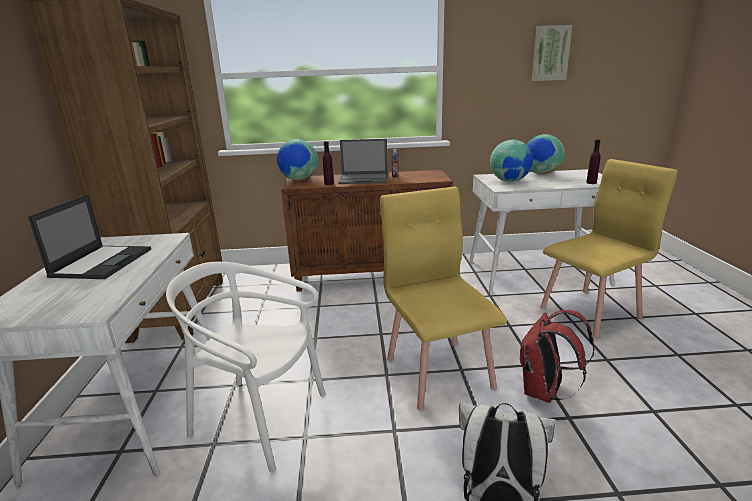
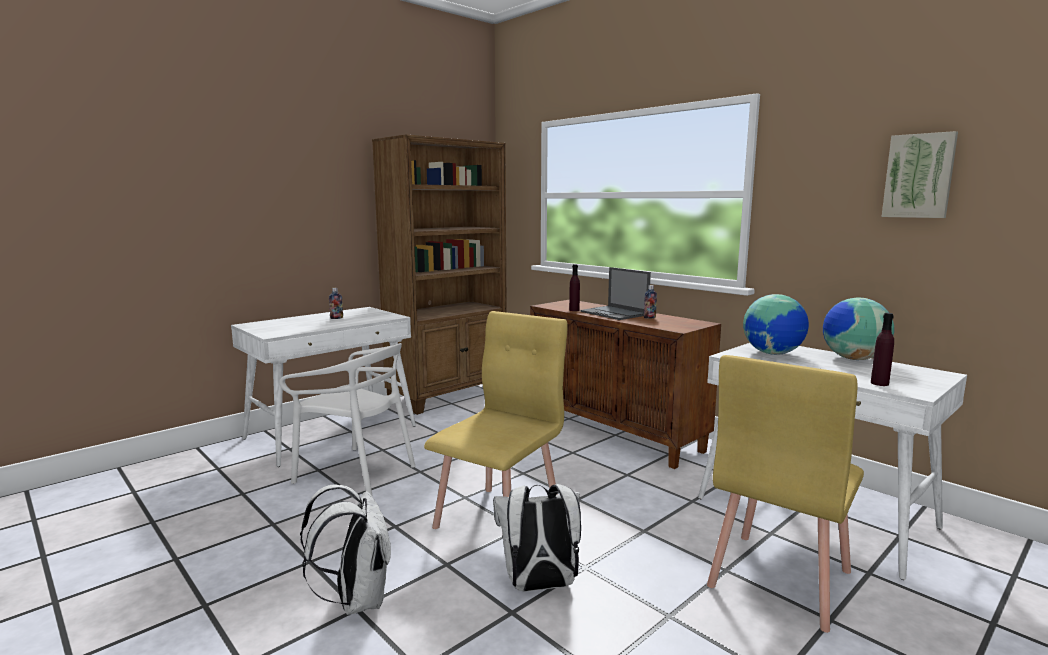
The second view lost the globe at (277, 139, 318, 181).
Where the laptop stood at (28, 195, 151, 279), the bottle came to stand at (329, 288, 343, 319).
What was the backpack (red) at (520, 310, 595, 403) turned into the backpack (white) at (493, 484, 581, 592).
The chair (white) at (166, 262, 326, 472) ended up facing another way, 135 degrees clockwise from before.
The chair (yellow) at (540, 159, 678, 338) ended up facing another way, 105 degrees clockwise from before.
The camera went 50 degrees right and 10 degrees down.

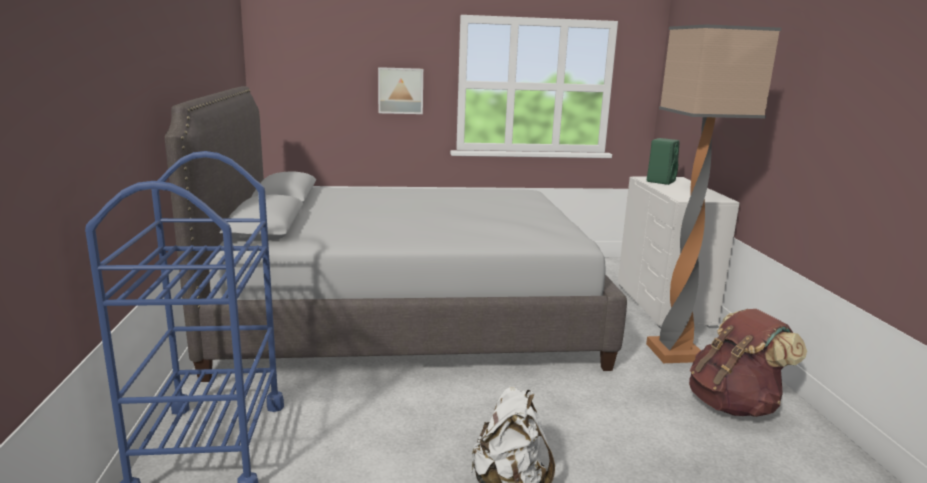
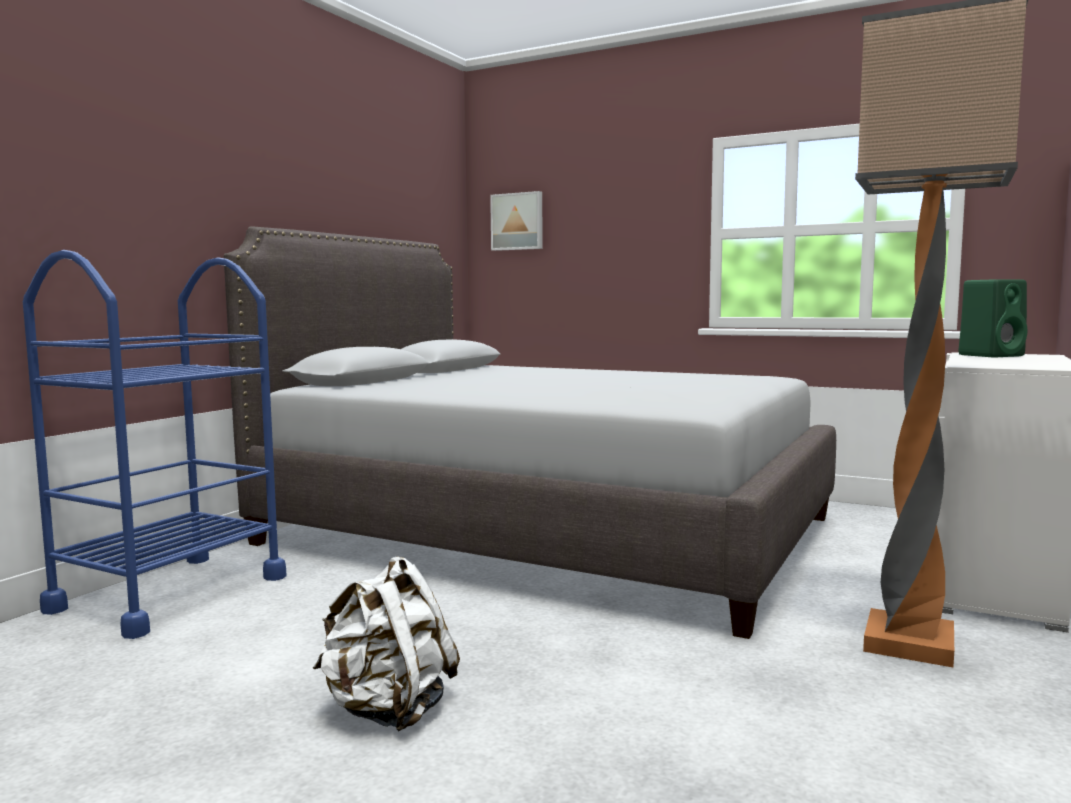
The second view lost the backpack (brown) at (689, 309, 807, 417).
The picture ended up elsewhere, having gone from (378, 67, 423, 114) to (490, 191, 543, 251).
The camera went 35 degrees right and 10 degrees down.

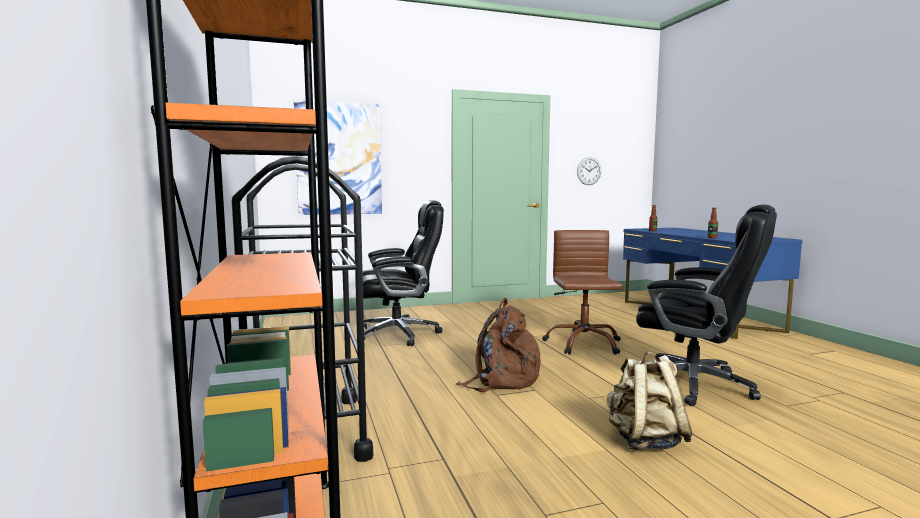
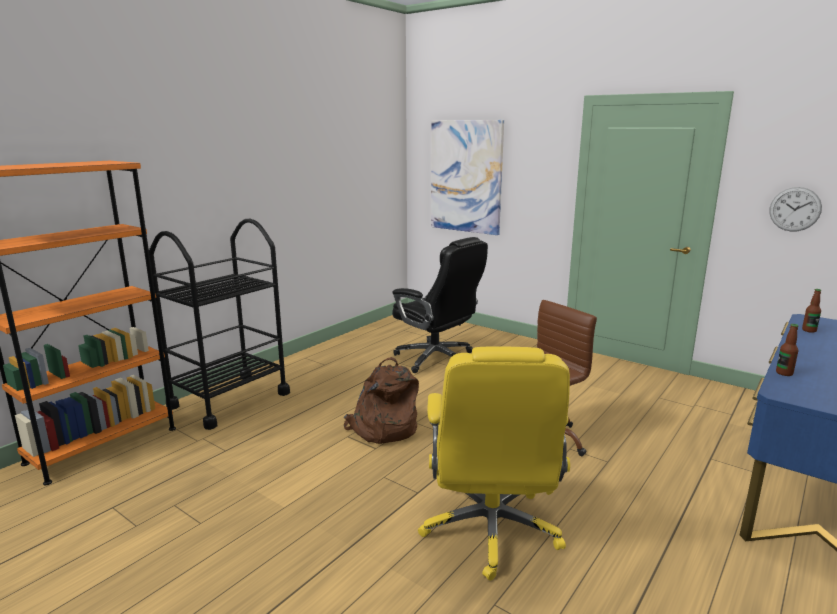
The second view lost the backpack (beige) at (607, 351, 692, 450).
What was the office chair (black) at (636, 205, 777, 406) turned into the office chair (yellow) at (418, 347, 570, 581).
The camera went 55 degrees right and 10 degrees up.

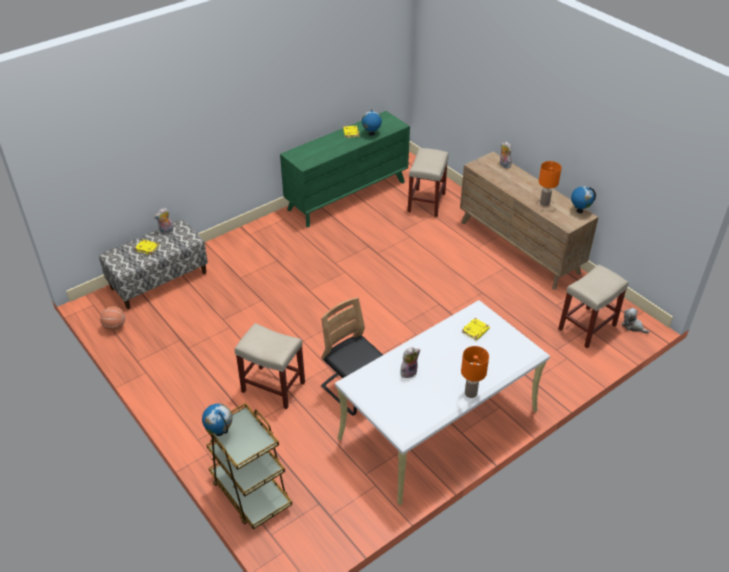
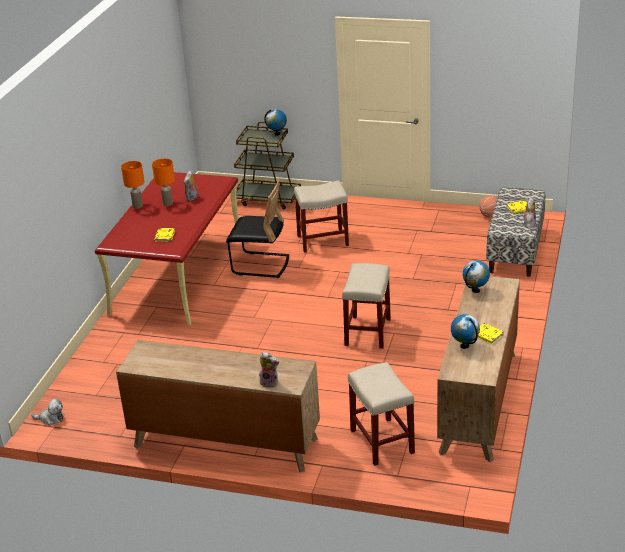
The table lamp (orange) ended up elsewhere, having gone from (538, 161, 562, 206) to (152, 158, 175, 206).
The stool (beige) ended up elsewhere, having gone from (558, 264, 628, 348) to (342, 263, 391, 349).
The globe ended up elsewhere, having gone from (571, 186, 596, 213) to (463, 260, 490, 293).
What was the dresser (green) at (280, 111, 410, 227) turned into the dresser (brown) at (437, 276, 520, 462).
What was the desk (white) at (335, 300, 550, 506) turned into the desk (red) at (95, 172, 239, 325).
The camera went 145 degrees right and 10 degrees down.

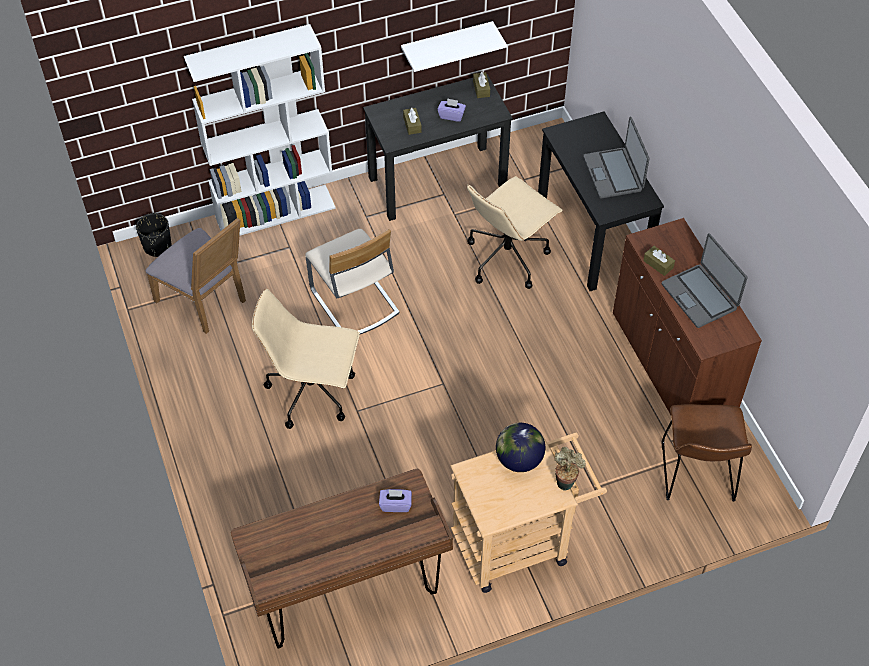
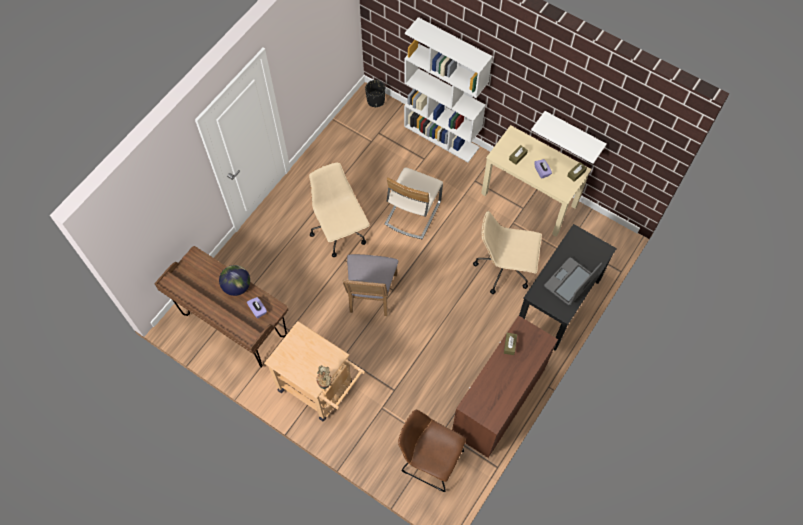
The second view lost the laptop at (662, 234, 747, 328).
The chair (grey) ended up elsewhere, having gone from (146, 218, 246, 334) to (343, 254, 398, 316).
The globe ended up elsewhere, having gone from (496, 423, 545, 472) to (219, 265, 250, 296).
What was the desk (black) at (363, 74, 513, 221) turned into the desk (beige) at (481, 125, 592, 237).
The chair (brown) at (662, 404, 752, 501) ended up facing another way, 60 degrees clockwise from before.
The camera went 55 degrees right and 10 degrees up.

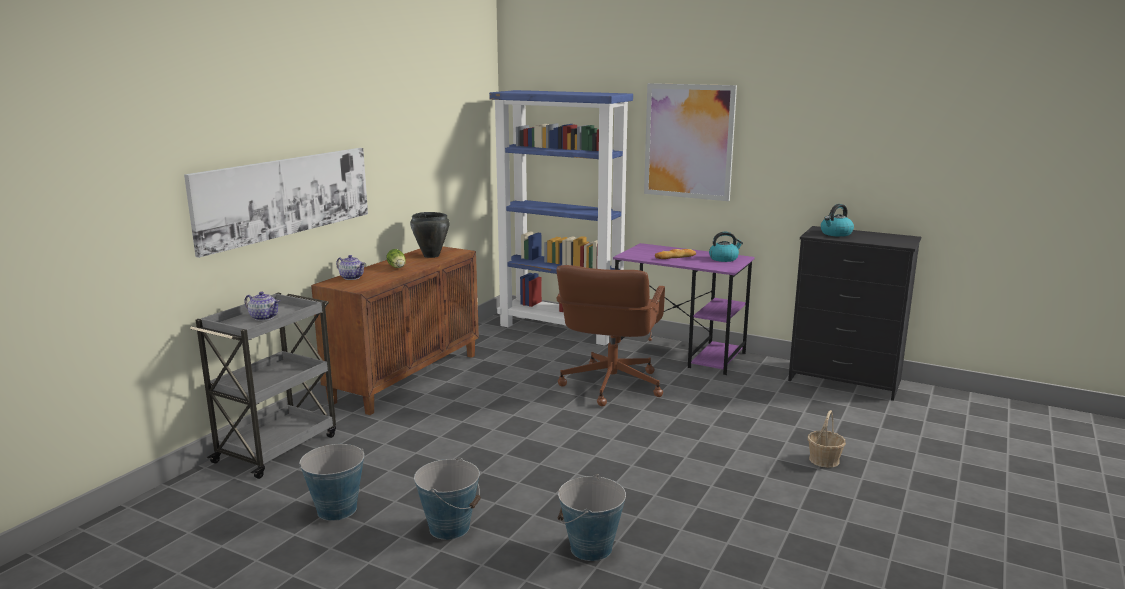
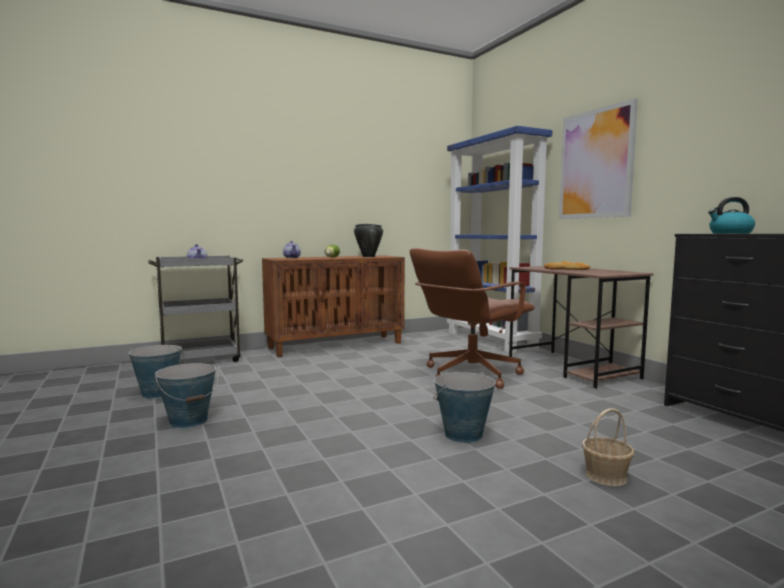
The second view lost the picture at (184, 148, 368, 258).
The second view lost the kettle at (709, 232, 743, 262).
The bucket ended up elsewhere, having gone from (558, 474, 626, 561) to (433, 372, 496, 443).
What was the desk (purple) at (613, 243, 755, 375) turned into the desk (brown) at (509, 266, 653, 389).
The camera went 35 degrees right and 10 degrees down.

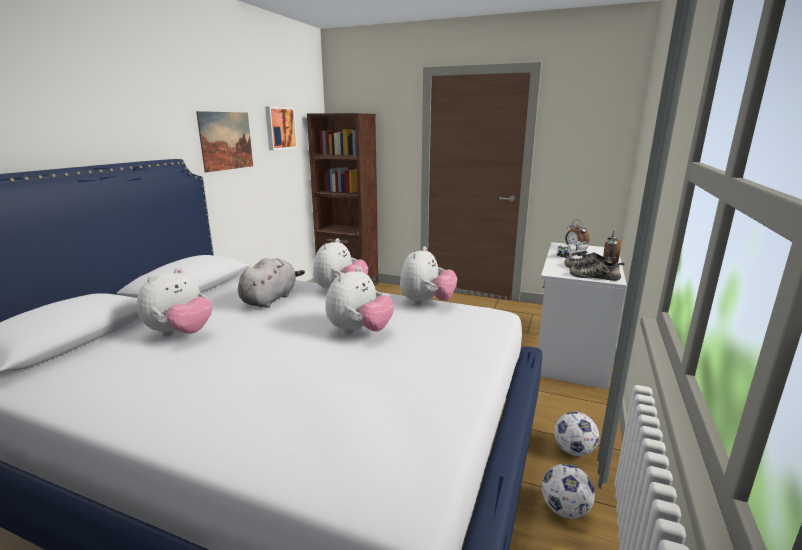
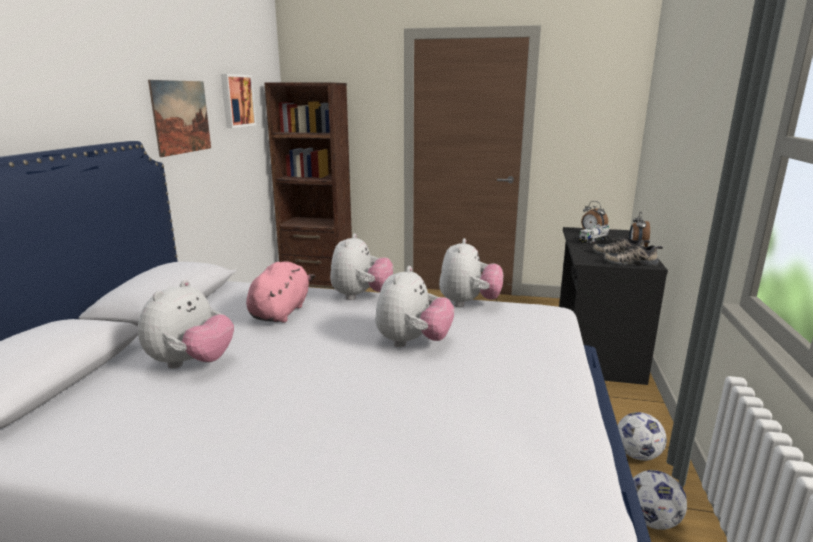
What was the plush toy (grey) at (238, 258, 305, 308) turned into the plush toy (pink) at (246, 261, 315, 323).
What was the desk (white) at (538, 242, 627, 389) turned into the desk (black) at (559, 227, 668, 385).
The camera went 10 degrees left and 0 degrees up.

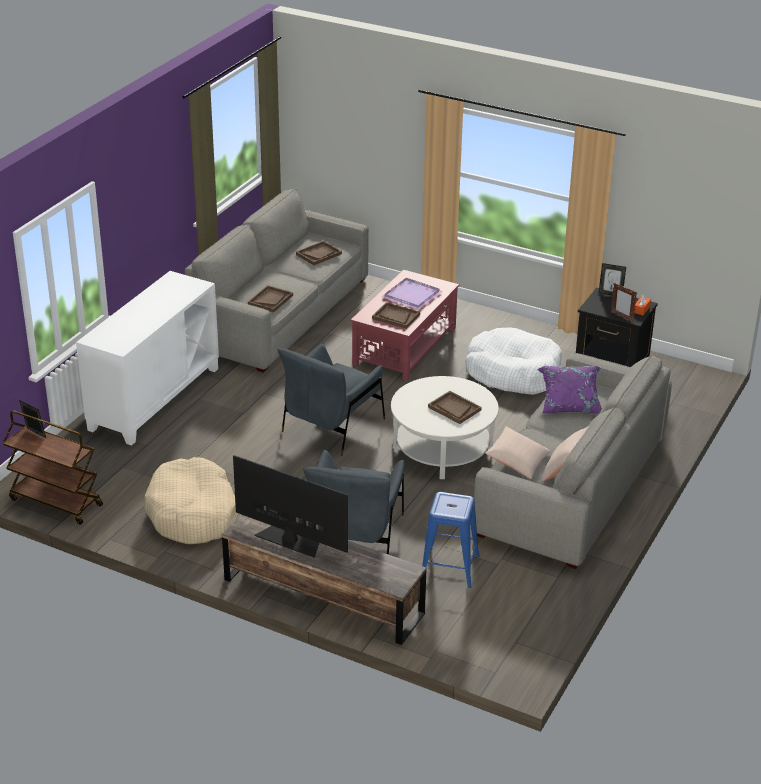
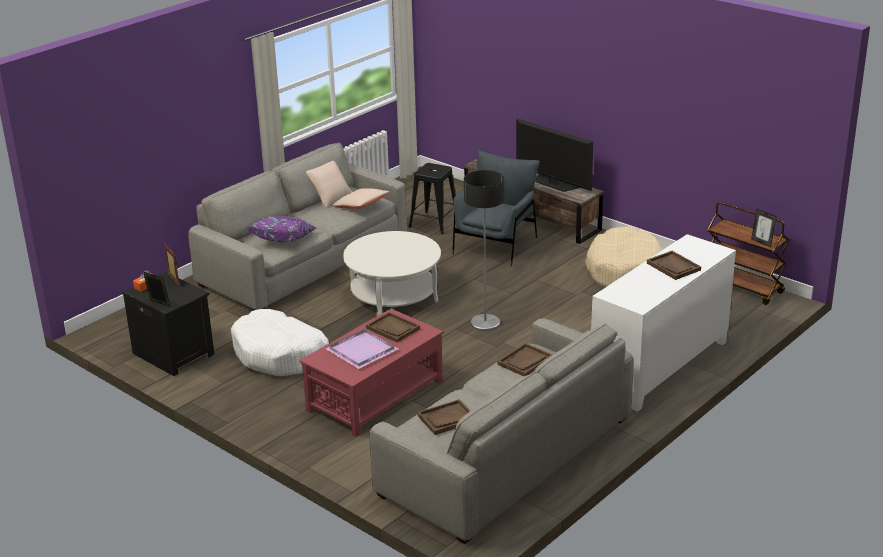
The tray (brown) ended up elsewhere, having gone from (428, 391, 482, 424) to (647, 251, 701, 280).
Where the armchair (grey) stood at (278, 343, 385, 456), the floor lamp came to stand at (464, 170, 504, 331).
What was the stool (blue) at (422, 492, 480, 588) turned into the stool (black) at (409, 163, 455, 235).
The camera went 165 degrees left and 5 degrees down.

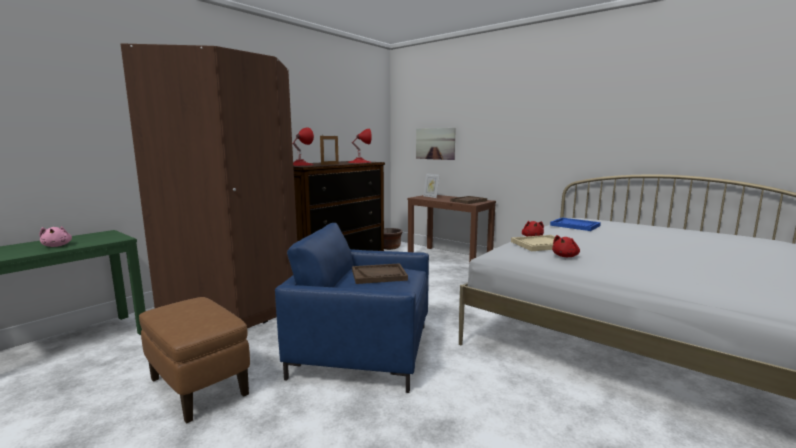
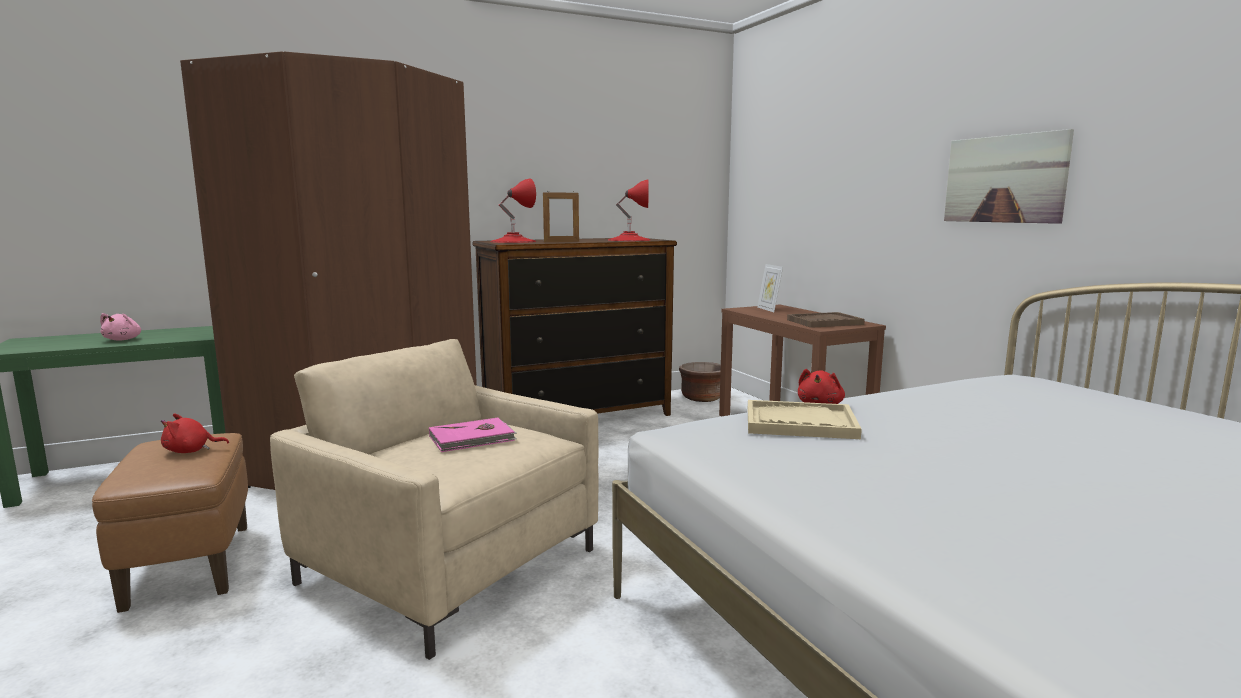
The second view lost the tray (blue) at (550, 218, 601, 231).
The picture ended up elsewhere, having gone from (416, 128, 456, 160) to (944, 129, 1074, 224).
The plush toy (red) ended up elsewhere, having gone from (552, 235, 580, 257) to (161, 414, 229, 453).
Where the tray (brown) stood at (352, 263, 408, 284), the book (pink) came to stand at (429, 418, 517, 452).
What was the armchair (blue) at (275, 223, 429, 393) turned into the armchair (beige) at (270, 339, 598, 660).
The camera went 25 degrees right and 0 degrees up.

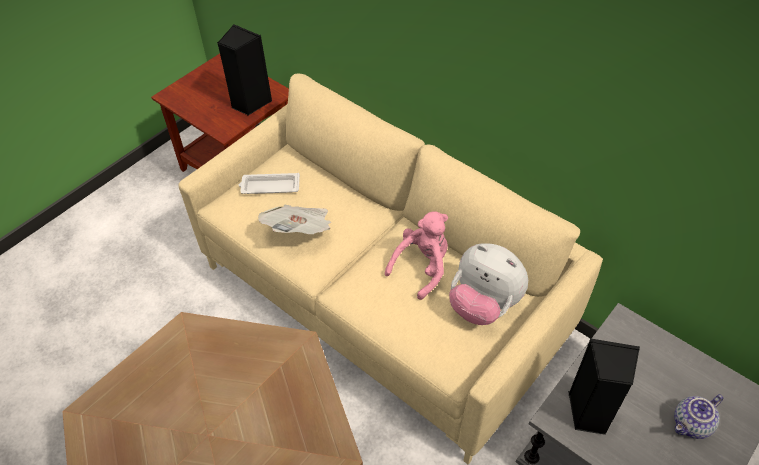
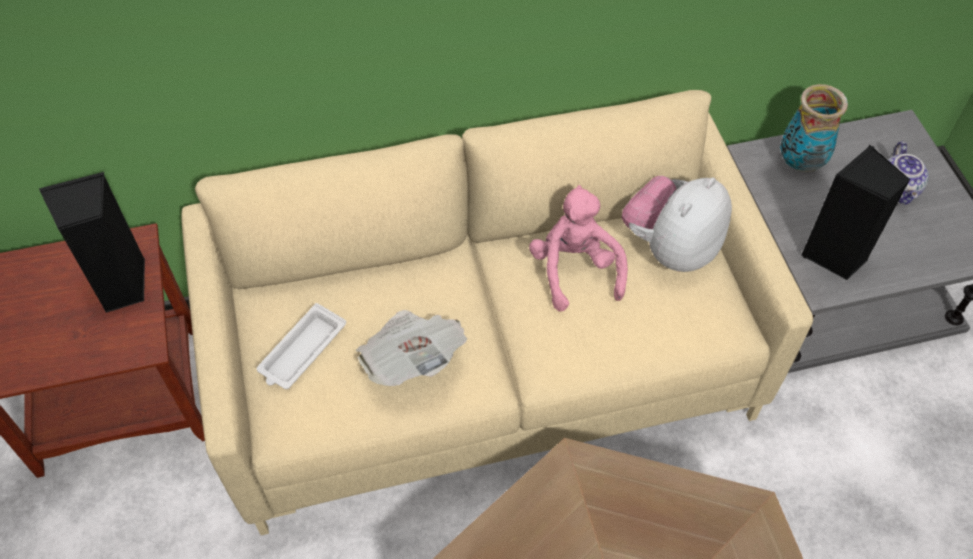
The second view gained the vase at (780, 84, 848, 172).
The plush toy at (449, 243, 528, 325) ended up facing another way, 150 degrees clockwise from before.
The camera went 55 degrees left and 5 degrees up.

